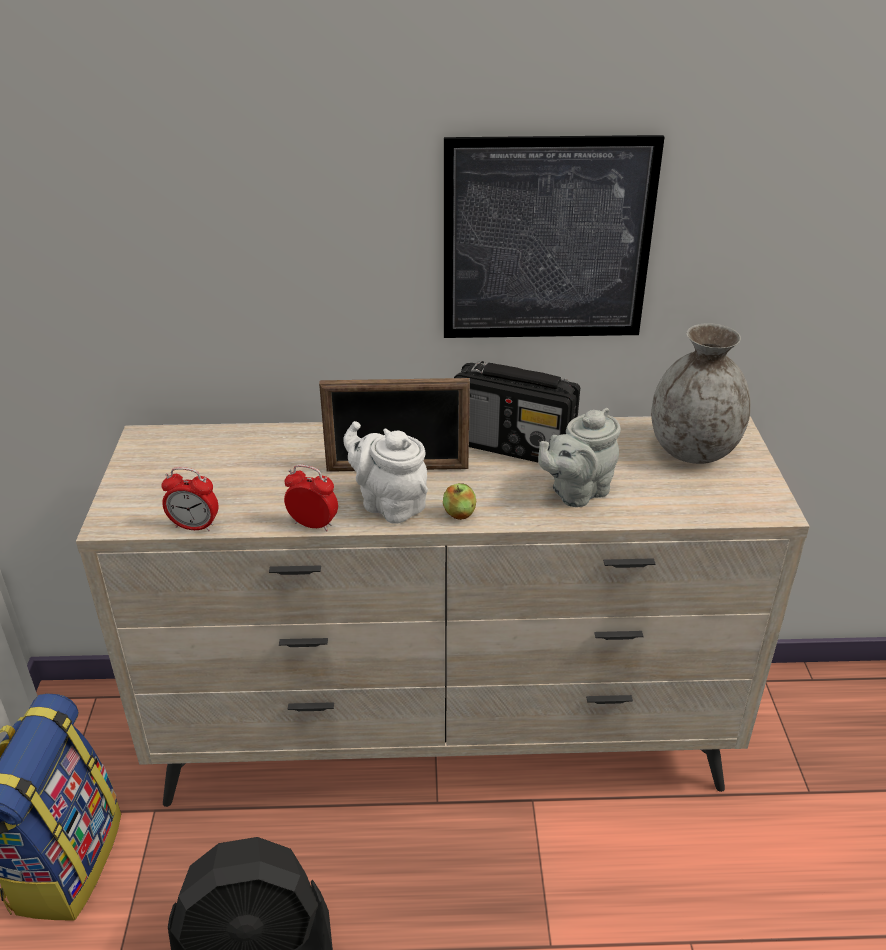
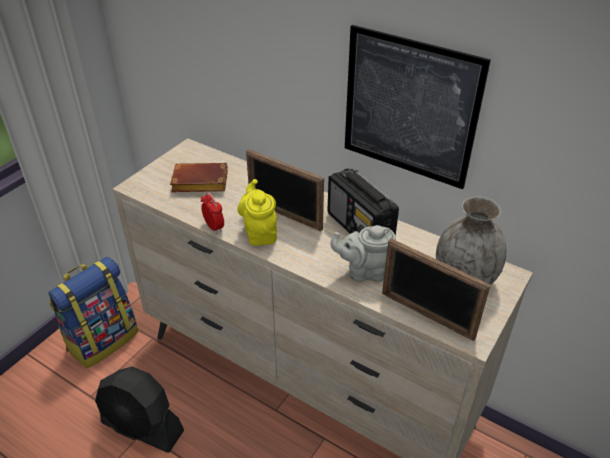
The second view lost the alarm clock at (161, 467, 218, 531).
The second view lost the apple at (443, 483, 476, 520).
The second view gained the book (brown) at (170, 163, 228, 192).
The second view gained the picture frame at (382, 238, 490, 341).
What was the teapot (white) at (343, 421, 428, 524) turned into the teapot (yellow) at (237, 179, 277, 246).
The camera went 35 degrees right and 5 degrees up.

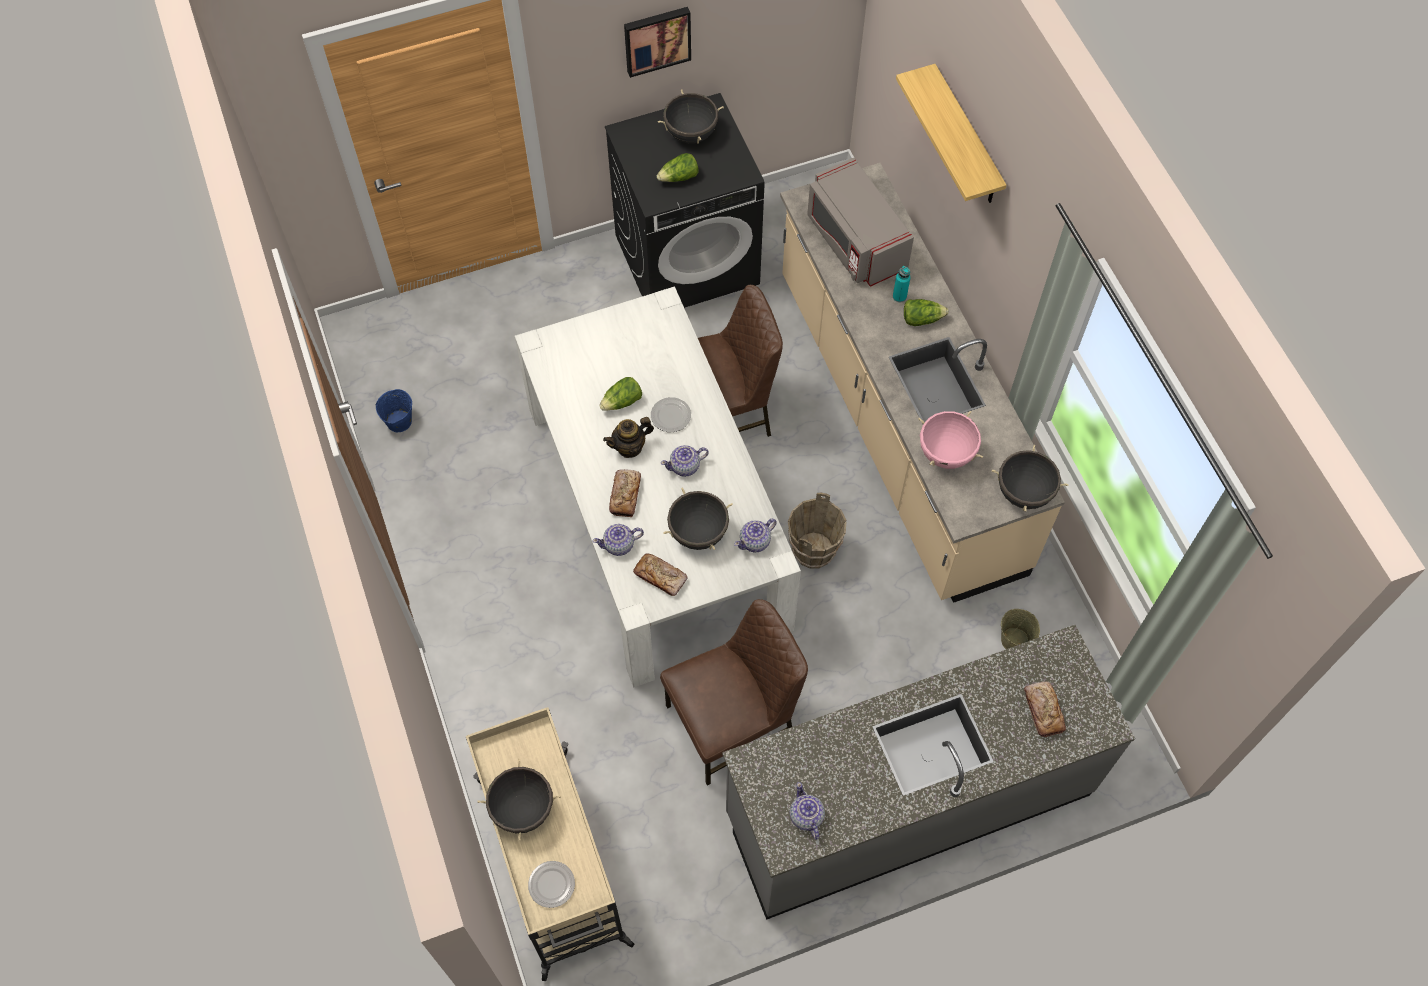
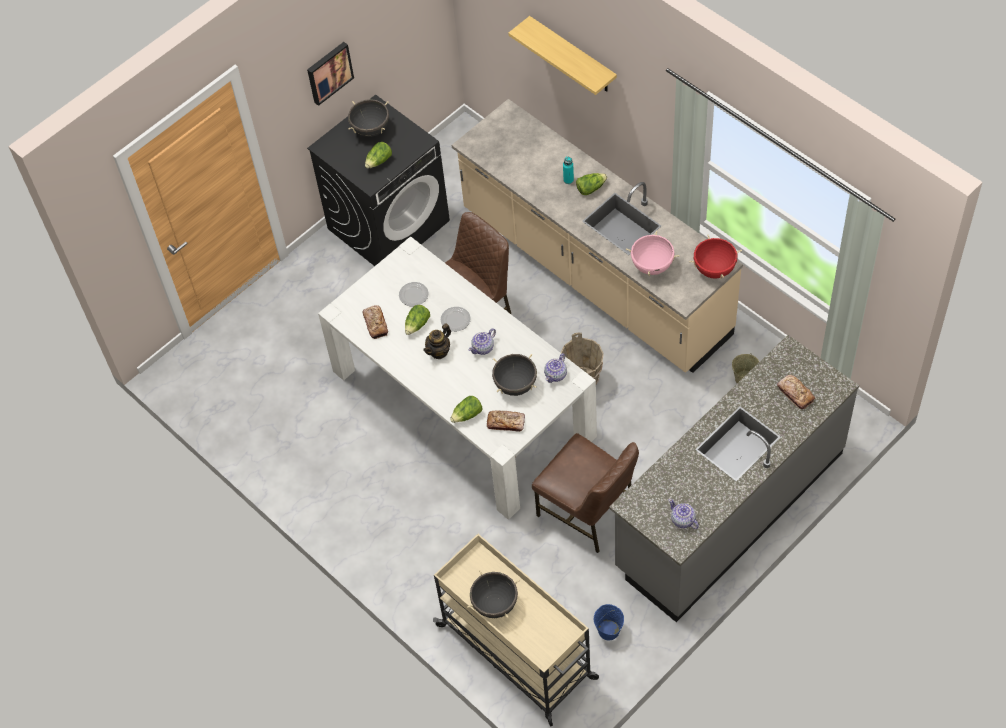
The second view lost the microwave (grey) at (807, 158, 914, 287).
The bucket (blue) ended up elsewhere, having gone from (375, 389, 412, 432) to (594, 604, 624, 640).
The plate ended up elsewhere, having gone from (528, 861, 575, 908) to (399, 282, 428, 307).
The bread ended up elsewhere, having gone from (609, 469, 641, 517) to (362, 305, 388, 339).
Where the teapot stood at (593, 524, 644, 556), the lettuce came to stand at (450, 396, 483, 423).
What was the cooking pot (black) at (992, 445, 1069, 511) turned into the cooking pot (red) at (689, 235, 742, 279).
The chair (brown) at (660, 599, 808, 786) ended up facing another way, 90 degrees clockwise from before.
The camera went 20 degrees left and 5 degrees down.

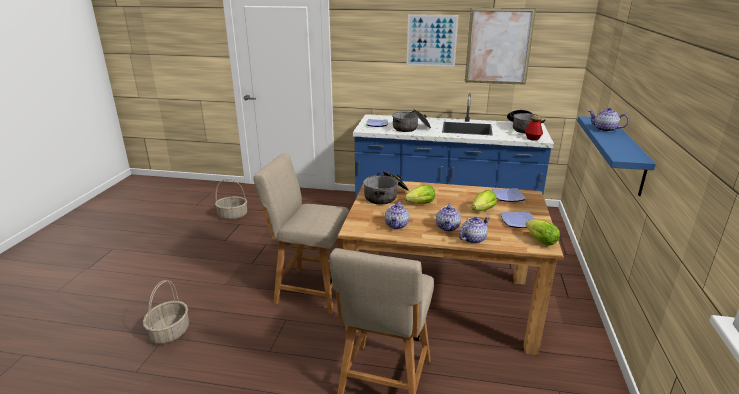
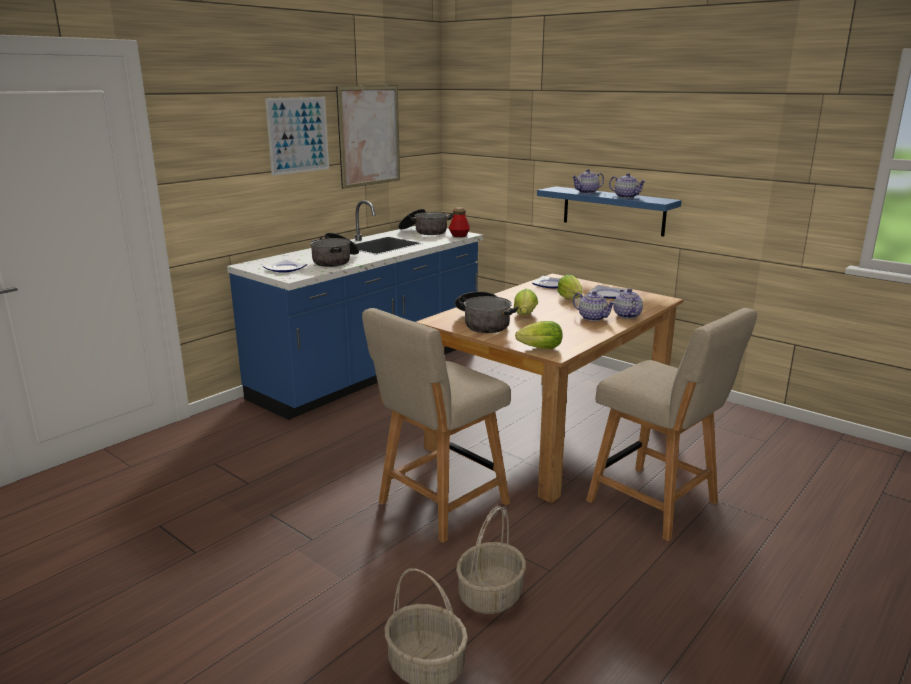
The basket ended up elsewhere, having gone from (215, 179, 247, 220) to (456, 506, 526, 614).
The teapot ended up elsewhere, having gone from (385, 201, 409, 229) to (609, 173, 646, 198).
The lettuce ended up elsewhere, having gone from (525, 219, 560, 245) to (515, 321, 563, 349).
The camera went 60 degrees left and 5 degrees down.

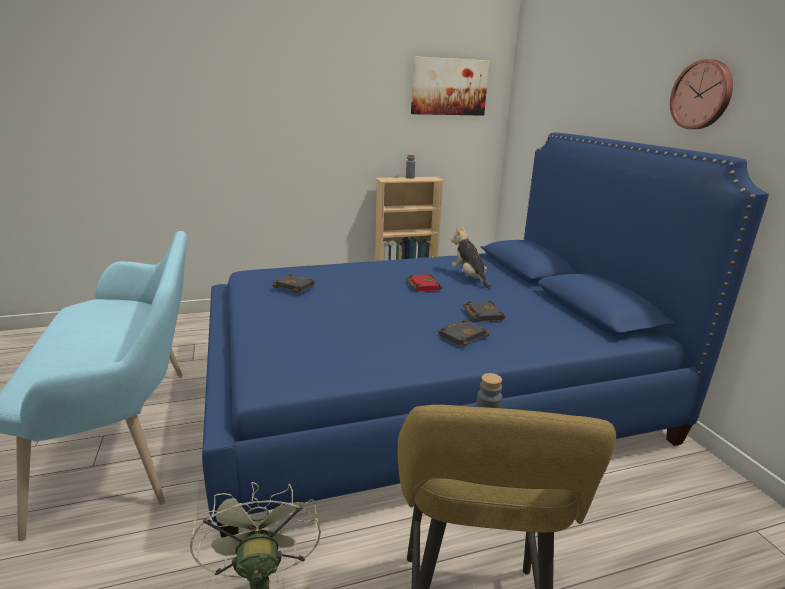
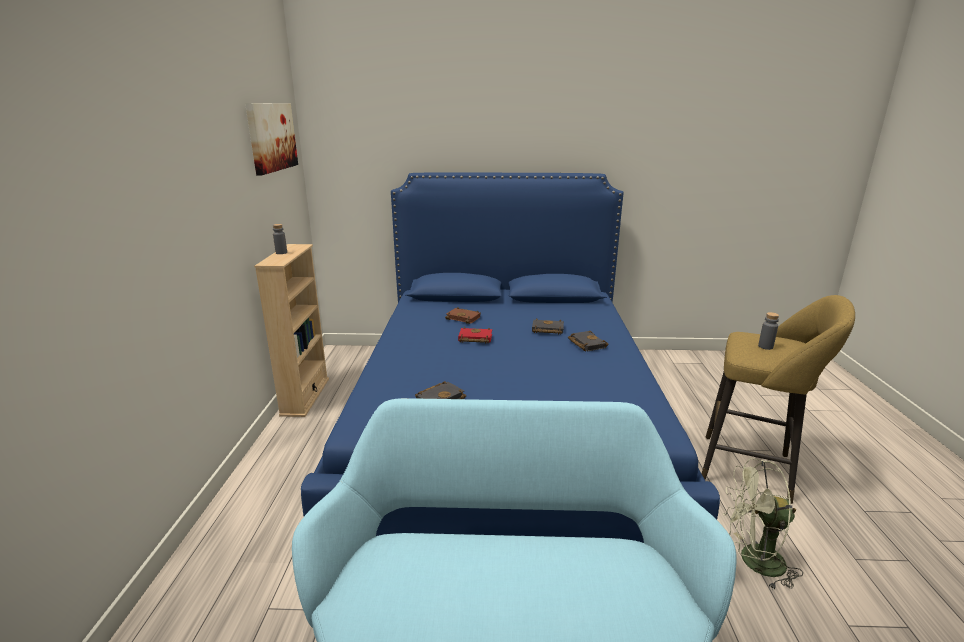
The second view lost the wall clock at (670, 59, 733, 129).
Where the plush toy stood at (451, 226, 491, 289), the book (brown) came to stand at (445, 307, 481, 324).
The camera went 70 degrees left and 0 degrees up.

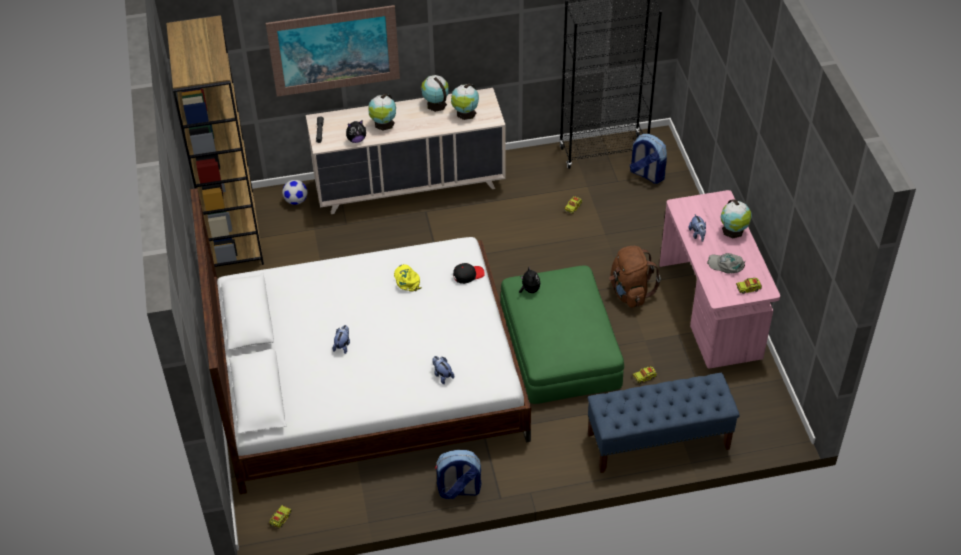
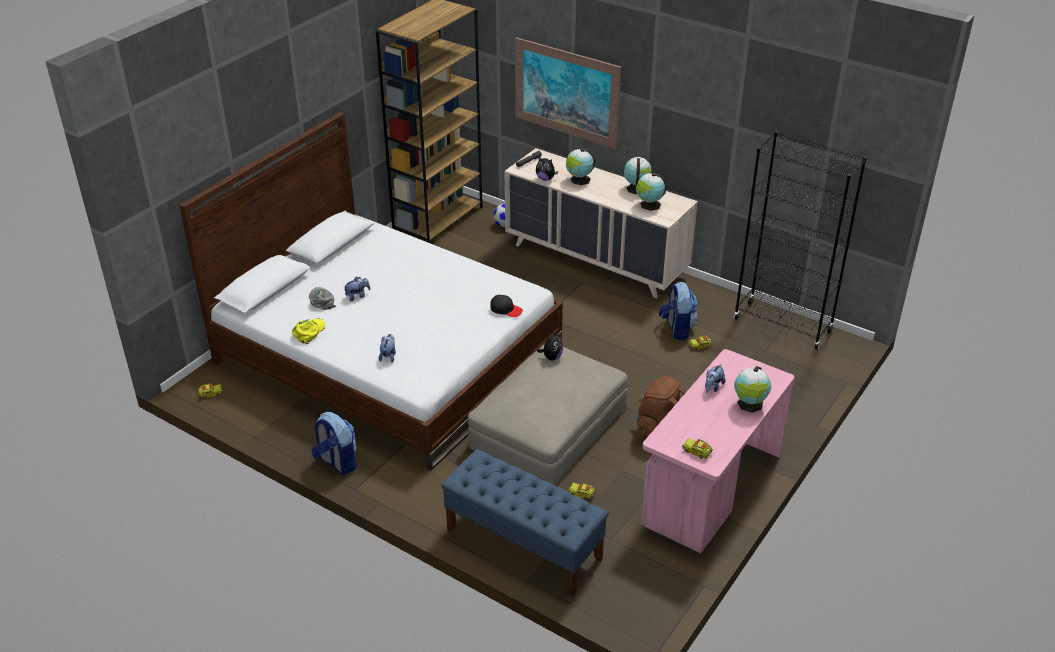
The cap (yellow) ended up elsewhere, having gone from (394, 264, 422, 292) to (292, 318, 325, 344).
The backpack ended up elsewhere, having gone from (630, 134, 667, 184) to (659, 282, 698, 340).
The cap (grey) ended up elsewhere, having gone from (707, 253, 746, 274) to (309, 287, 336, 310).
What was the ottoman (green) at (500, 265, 624, 404) turned into the ottoman (beige) at (468, 343, 628, 485).
The camera went 45 degrees right and 10 degrees down.

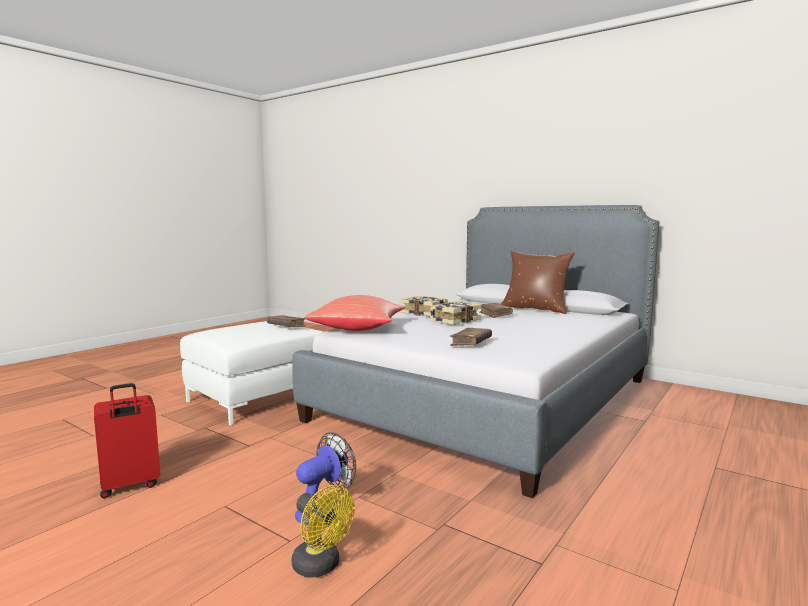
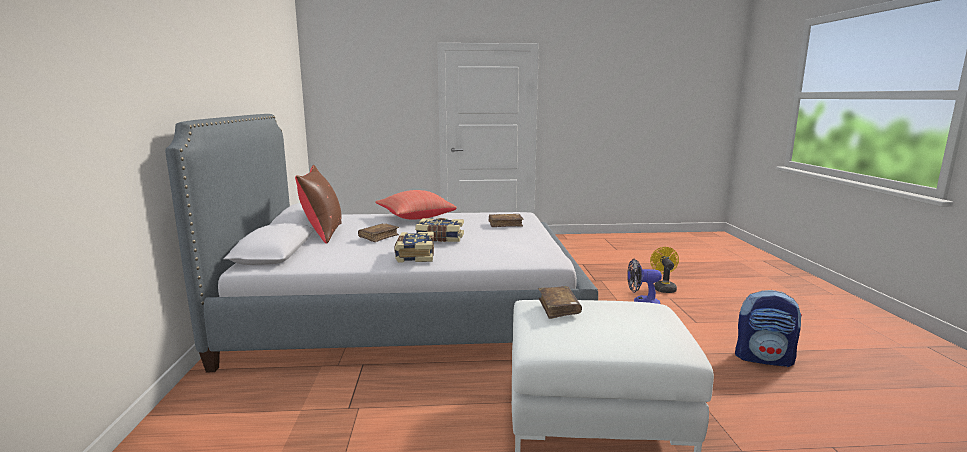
The pillow (red) ended up elsewhere, having gone from (305, 295, 405, 331) to (375, 190, 457, 220).
Where the suitcase (red) stood at (94, 383, 160, 499), the backpack came to stand at (735, 290, 802, 367).
The camera went 130 degrees left and 5 degrees up.

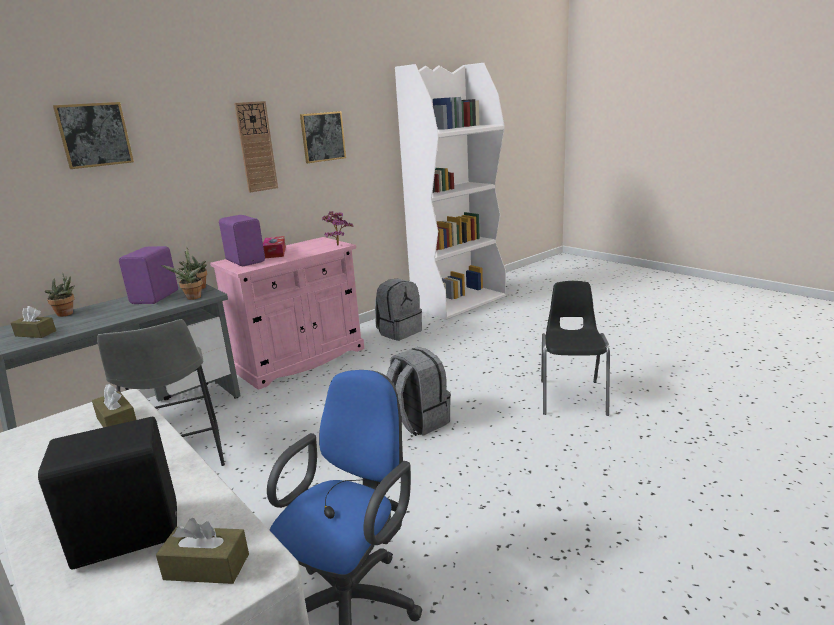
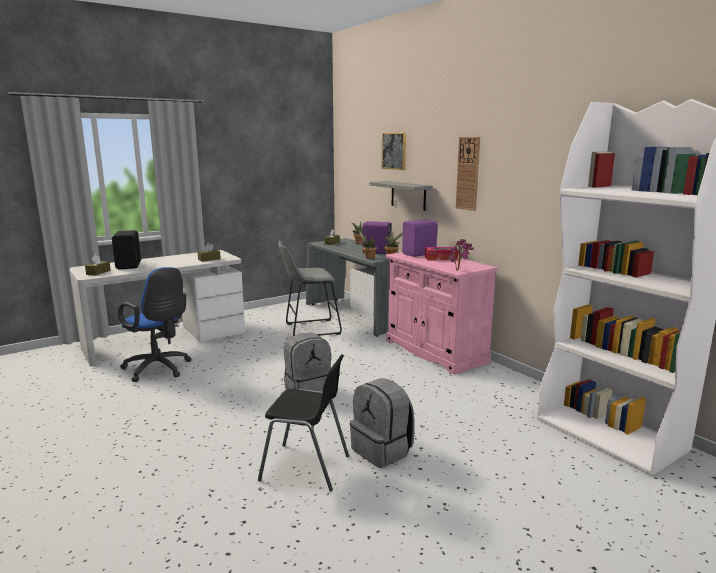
The second view lost the picture at (300, 111, 346, 163).
The second view gained the shelf (grey) at (369, 181, 433, 211).
The backpack (grey) ended up elsewhere, having gone from (375, 279, 422, 341) to (350, 378, 415, 468).
The camera went 95 degrees right and 5 degrees down.

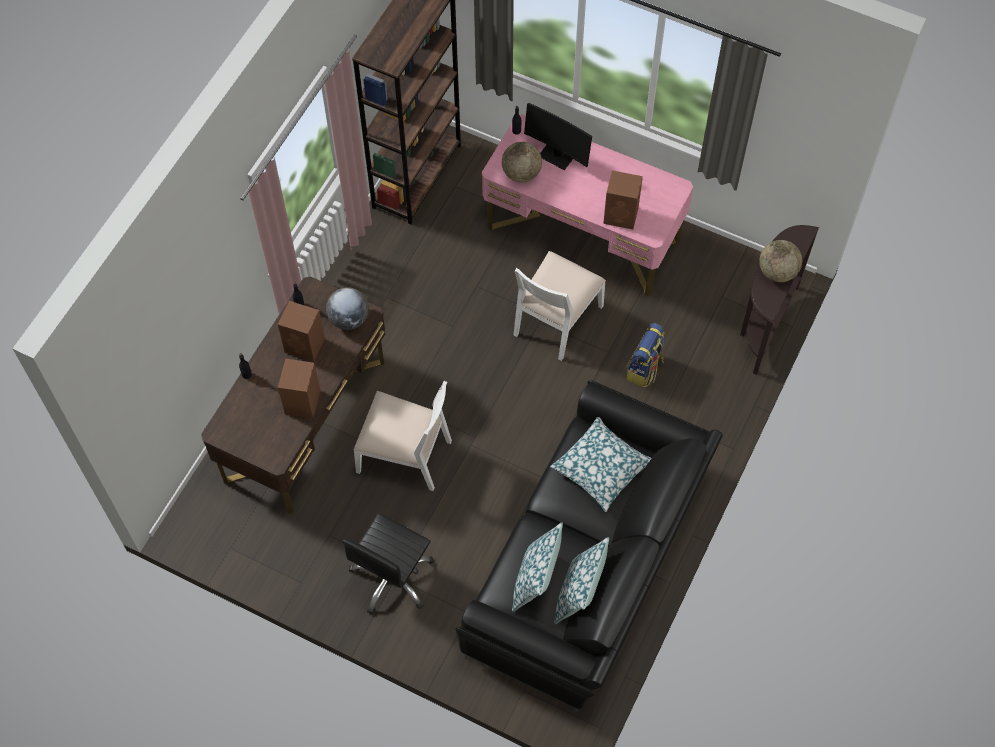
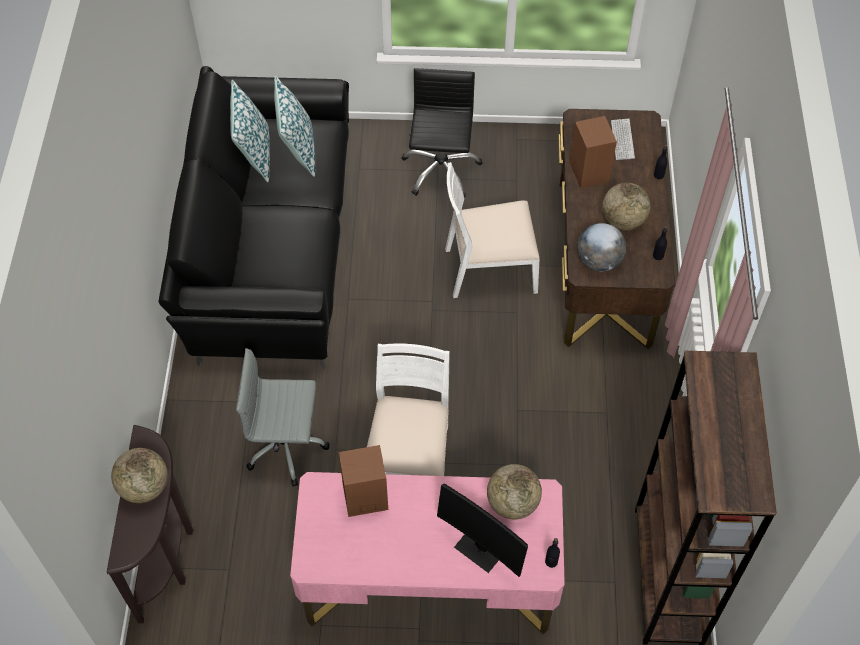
The second view lost the pillow at (550, 417, 652, 512).
The second view gained the keyboard at (611, 119, 635, 160).
Where the speaker (brown) stood at (278, 301, 325, 362), the globe came to stand at (602, 183, 650, 230).
Where the backpack stood at (626, 323, 665, 388), the office chair (grey) came to stand at (236, 348, 330, 487).
The monitor at (524, 103, 592, 170) ended up facing another way, 150 degrees counterclockwise from before.
The camera went 155 degrees right and 5 degrees down.

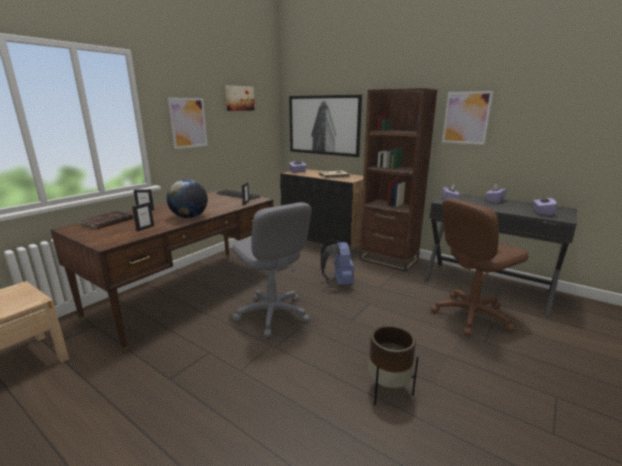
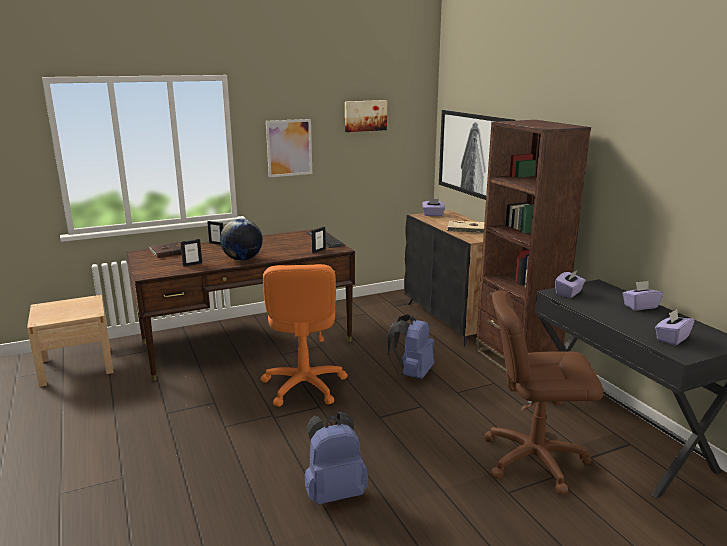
The second view lost the picture at (442, 91, 493, 145).
Where the planter (brown) stood at (368, 325, 418, 405), the backpack (blue) came to stand at (305, 412, 368, 505).
What was the office chair (grey) at (232, 202, 312, 337) turned into the office chair (orange) at (261, 264, 348, 407).
The camera went 30 degrees right and 0 degrees up.

